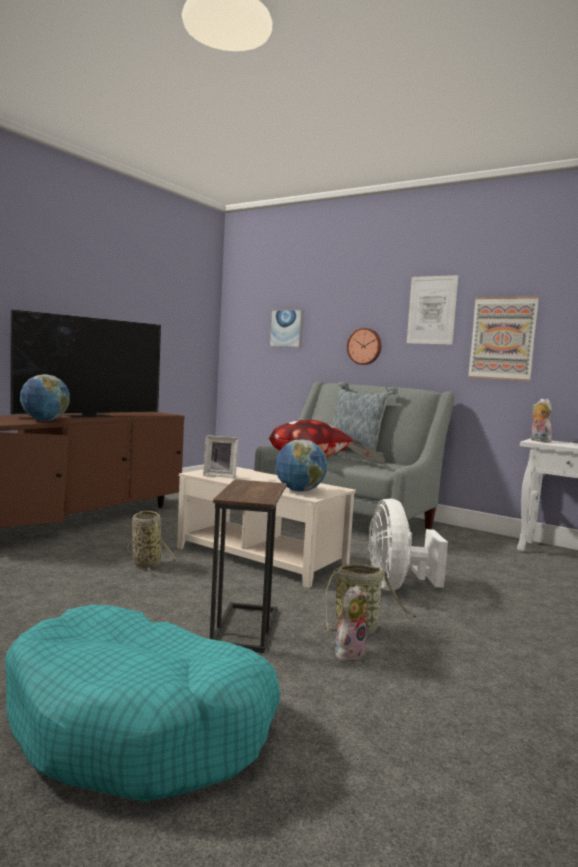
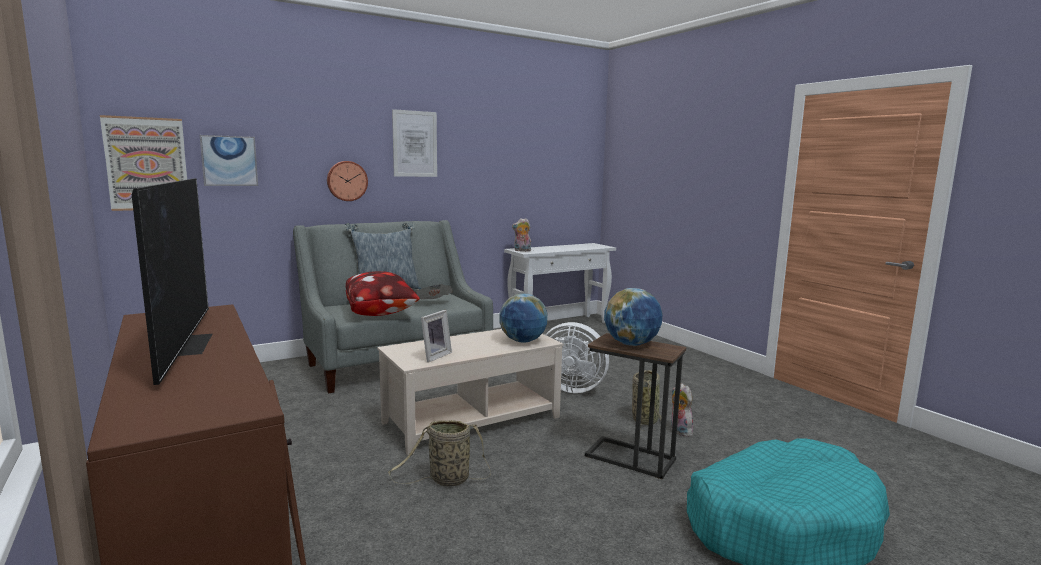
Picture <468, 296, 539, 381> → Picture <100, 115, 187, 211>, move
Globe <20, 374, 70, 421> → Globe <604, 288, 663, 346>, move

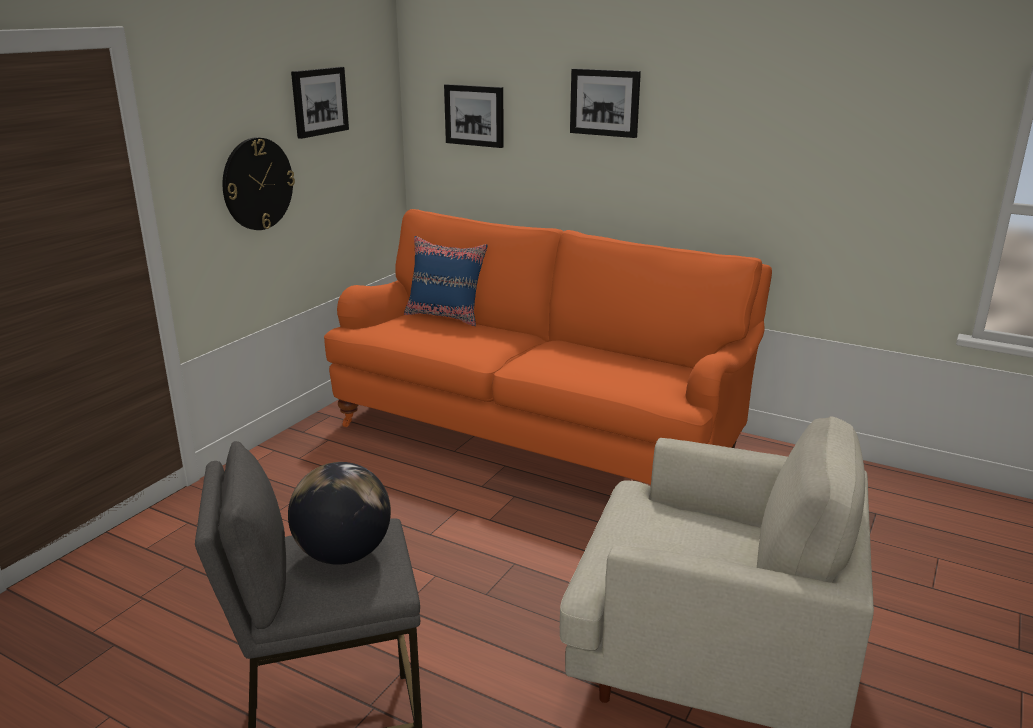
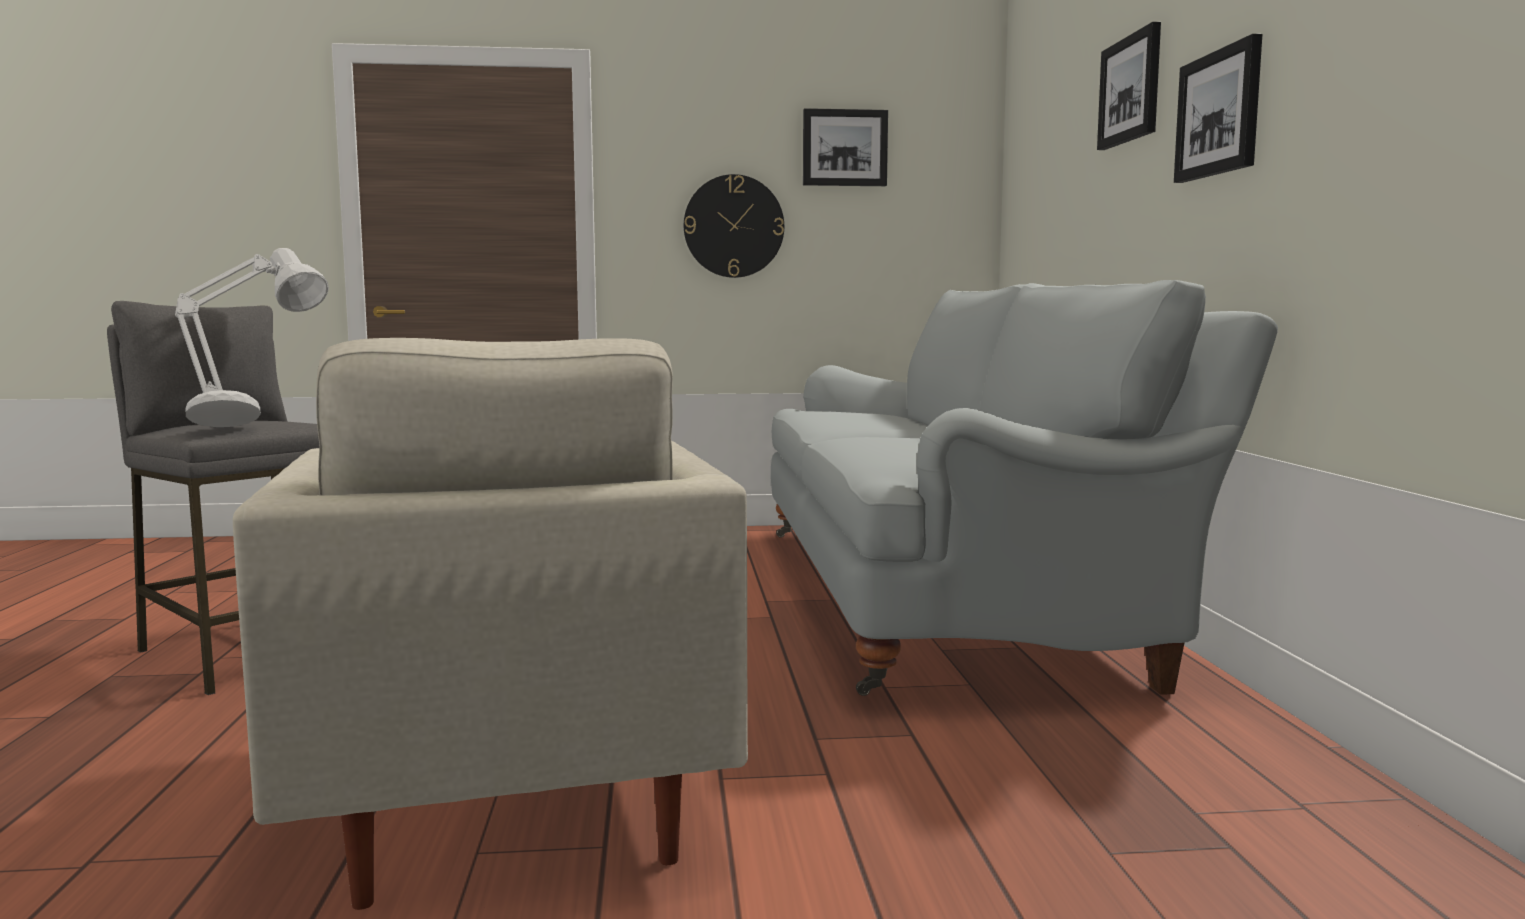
Picture <444, 84, 504, 148> → Picture <1174, 34, 1262, 183>, move
OrangeSofa <324, 209, 772, 485> → GreySofa <771, 280, 1278, 696>
BluePillow <404, 236, 488, 326> → -
Globe <288, 462, 391, 565> → GreyTableLamp <175, 248, 329, 427>

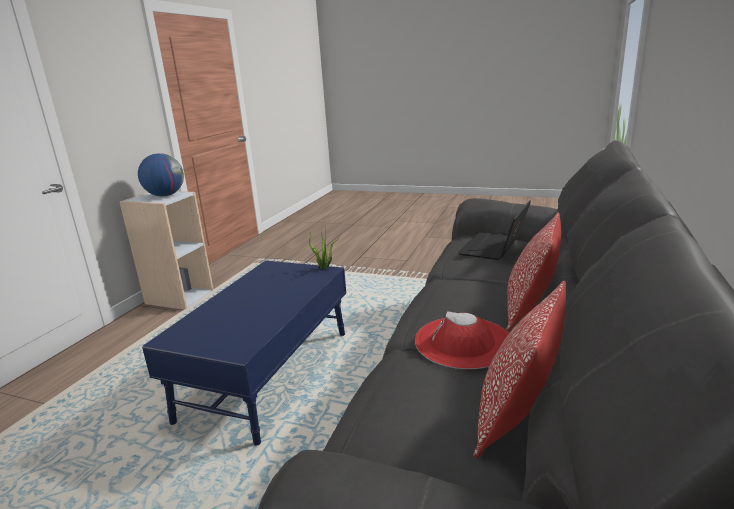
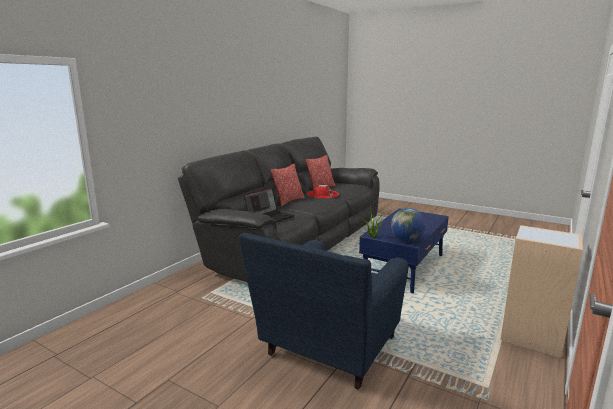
Globe <138, 153, 184, 197> → Globe <391, 208, 426, 242>, move
- → BlueArmchair <238, 233, 409, 390>

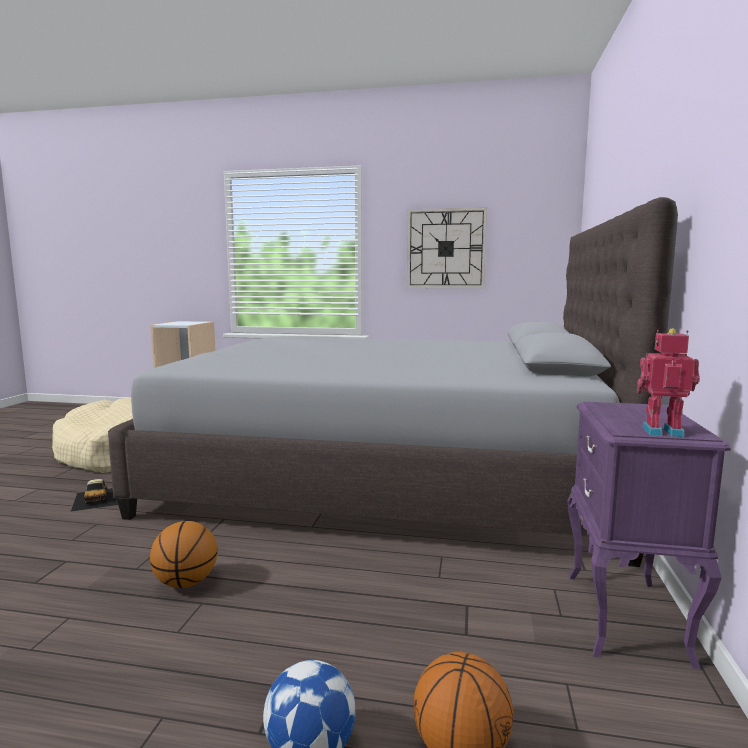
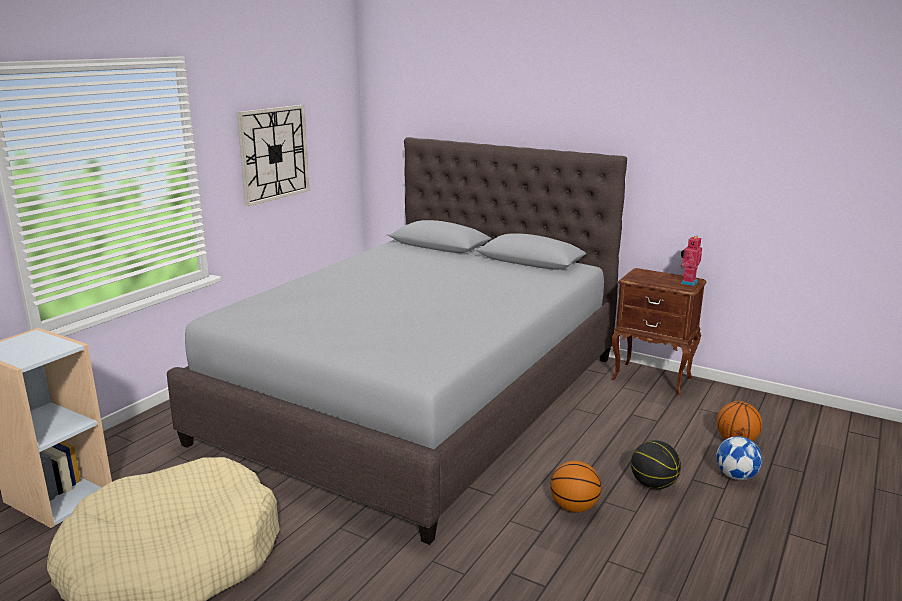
PurpleNightstand <567, 402, 731, 670> → BrownNightstand <611, 268, 707, 397>
ToyCar <71, 479, 118, 511> → -
- → Basketball <631, 440, 681, 489>

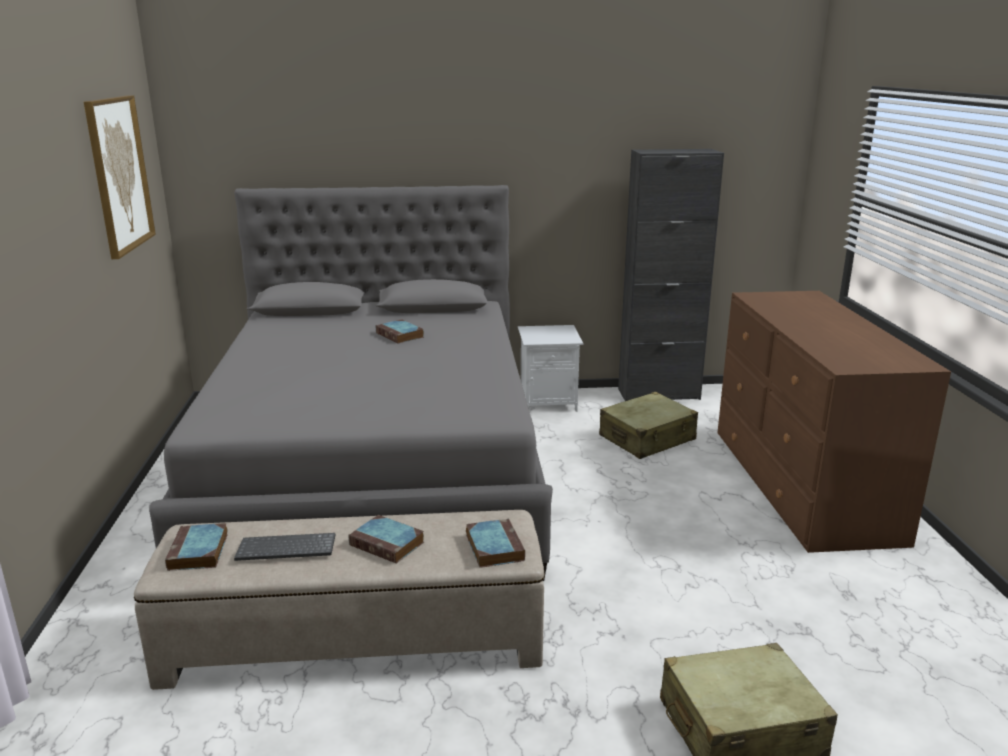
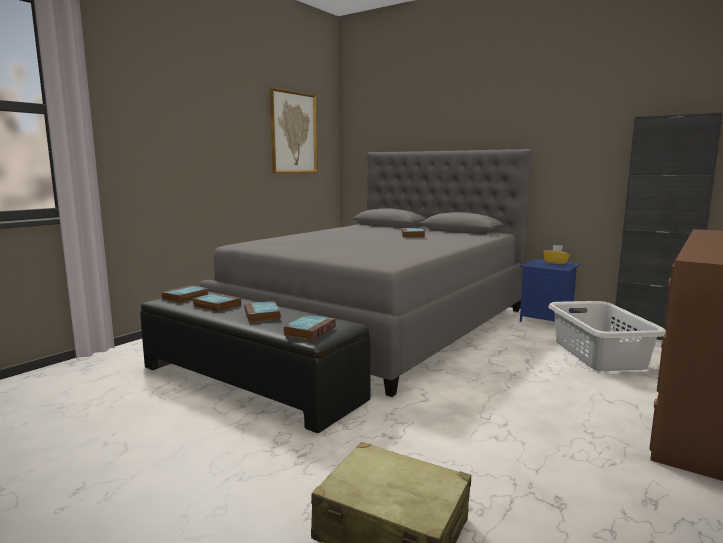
GreyNightstand <518, 325, 583, 412> → BlueNightstand <520, 259, 580, 322>
BeigeSuitcase <599, 392, 698, 459> → GreyLaundryBasket <548, 301, 666, 371>
BeigeBench <134, 510, 545, 690> → BlackBench <140, 291, 371, 433>
Keyboard <234, 533, 335, 561> → Book <193, 293, 241, 312>
- → YellowTissueBox <543, 245, 570, 264>

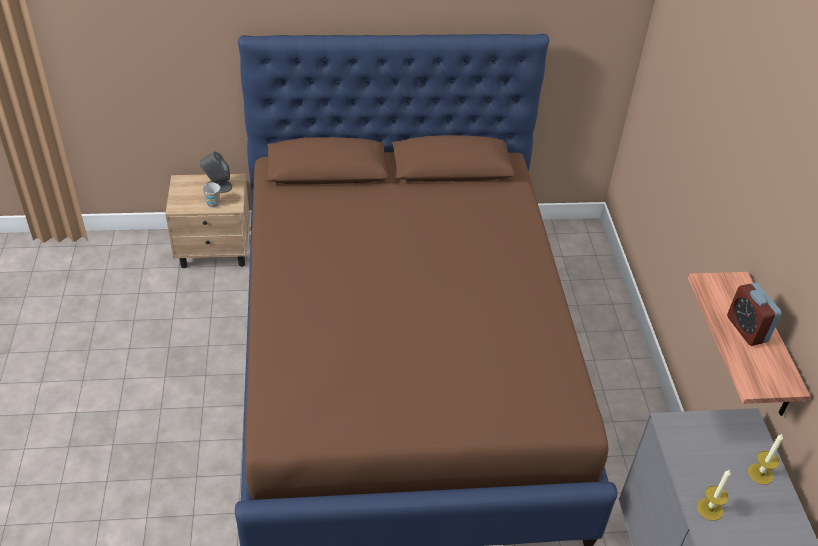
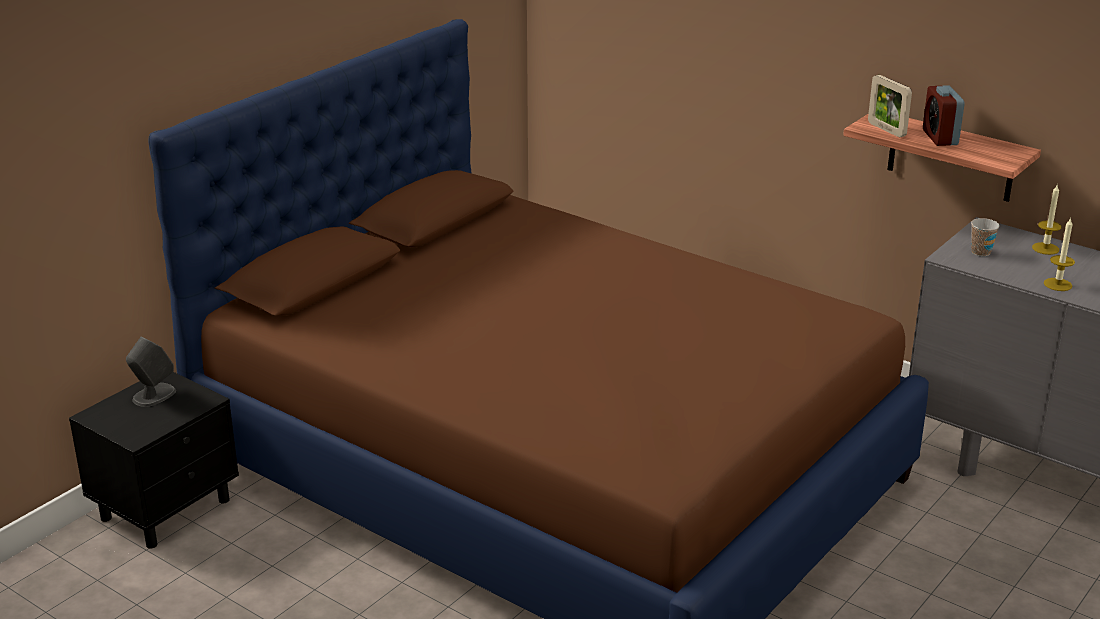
BeigeNightstand <165, 174, 250, 268> → BlackNightstand <69, 372, 239, 549>
Cup <202, 183, 220, 208> → Cup <971, 218, 1000, 257>, move
AlarmClock <727, 282, 782, 346> → AlarmClock <923, 85, 965, 146>, 60 degrees clockwise
- → PictureFrame <868, 75, 912, 137>

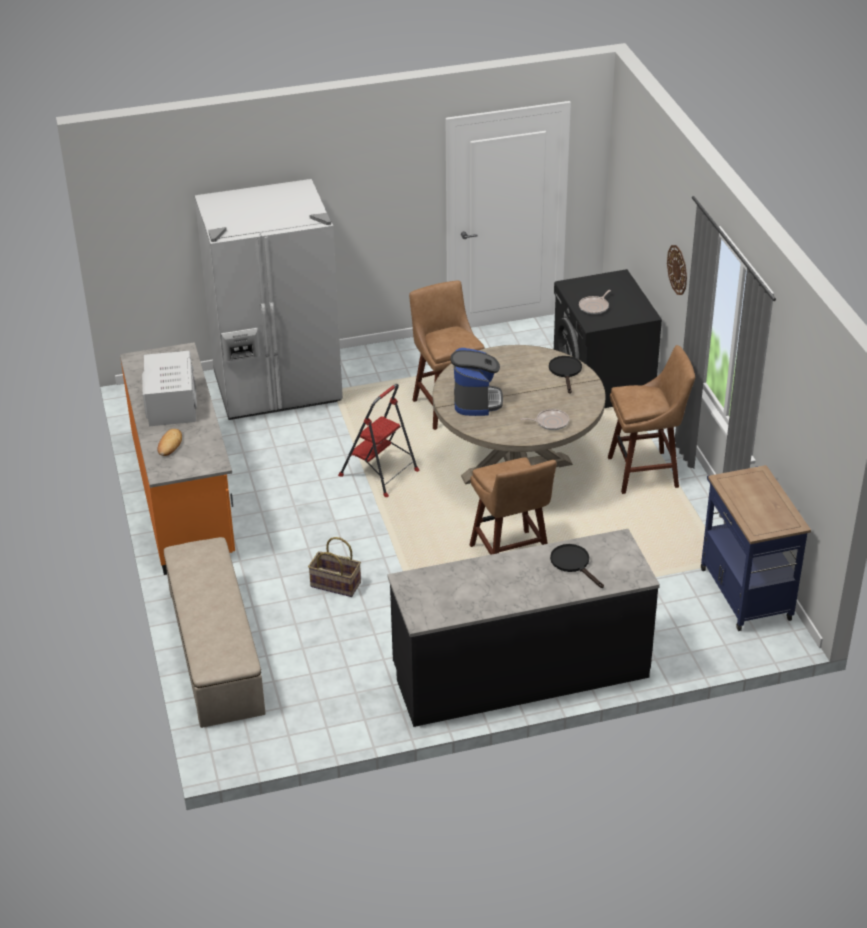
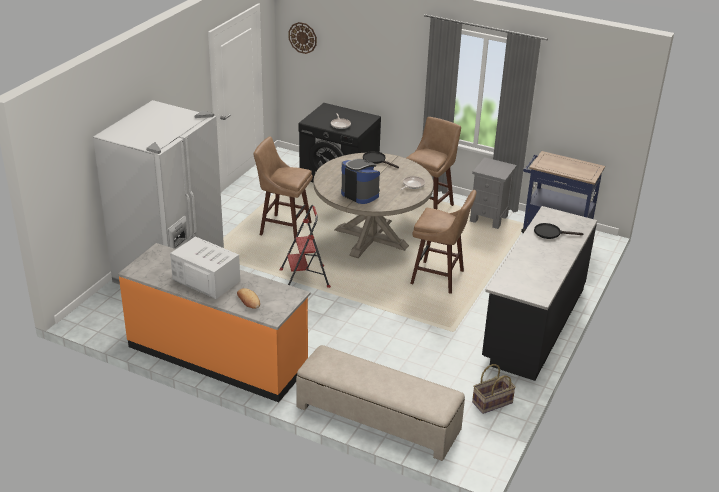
WallClock <667, 245, 687, 295> → WallClock <289, 22, 317, 54>, move
Basket <308, 537, 361, 597> → Basket <472, 364, 516, 414>, move
- → GreyNightstand <470, 157, 517, 229>

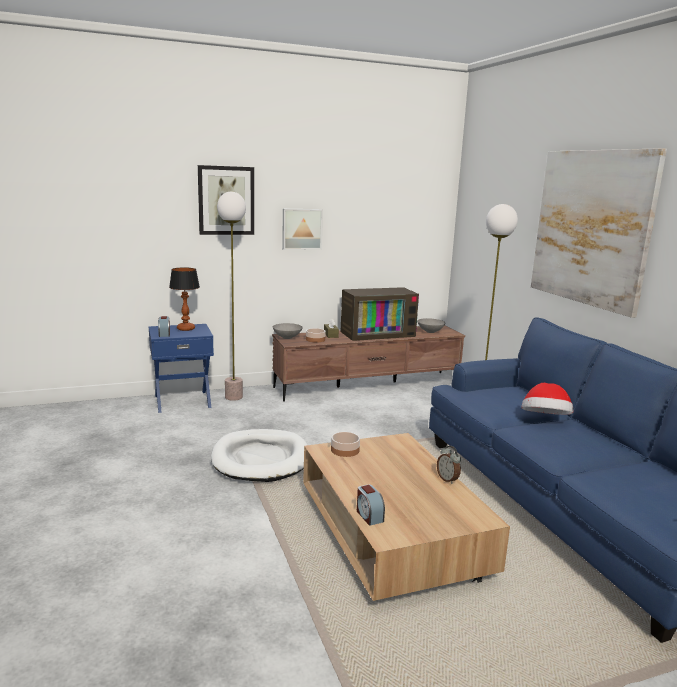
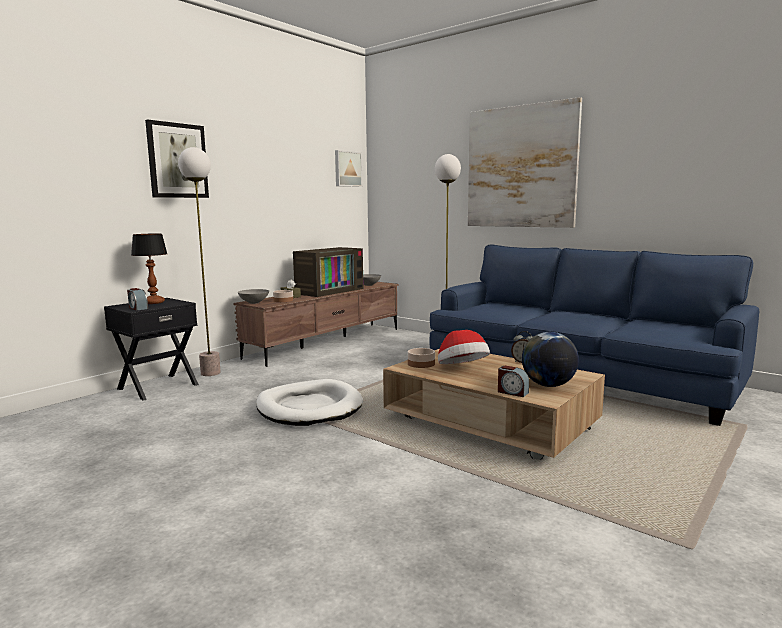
Picture <282, 209, 323, 250> → Picture <335, 150, 362, 187>, move
BlueNightstand <148, 324, 214, 413> → BlackNightstand <104, 298, 199, 401>
Hat <521, 383, 573, 415> → Hat <438, 330, 490, 364>, move
- → Globe <522, 332, 579, 387>

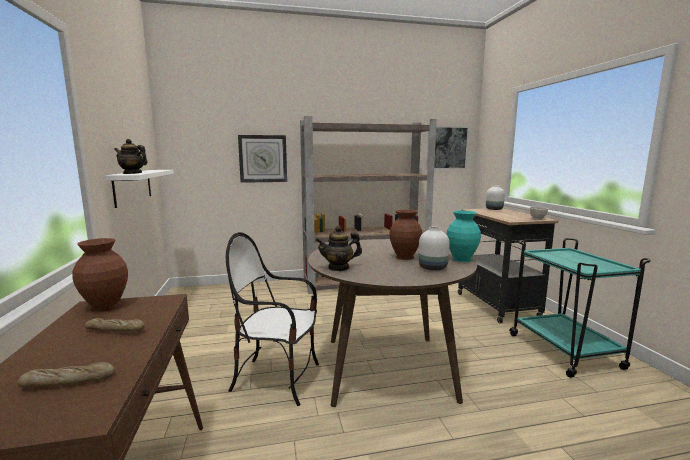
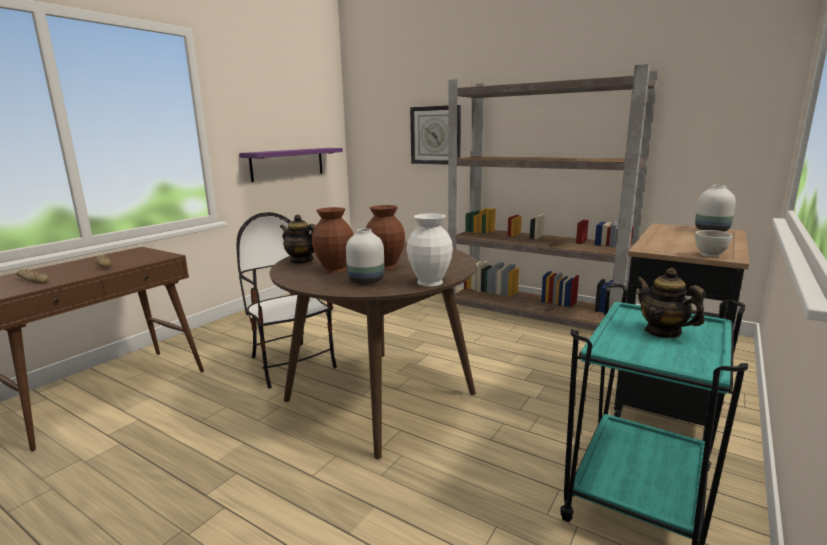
Picture <427, 126, 469, 169> → -
Teapot <114, 139, 147, 174> → Teapot <636, 268, 705, 338>, move
WhiteShelf <106, 170, 174, 208> → PurpleShelf <239, 148, 343, 182>
TurquoiseVase <446, 211, 481, 262> → WhiteVase <407, 214, 453, 286>
BrownVase <72, 238, 128, 312> → BrownVase <312, 207, 353, 273>, move

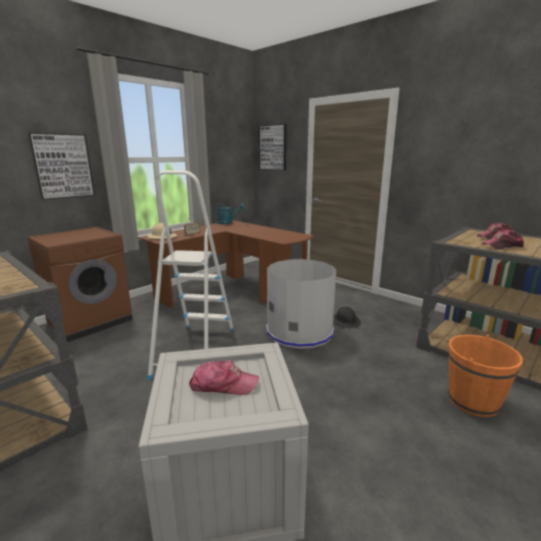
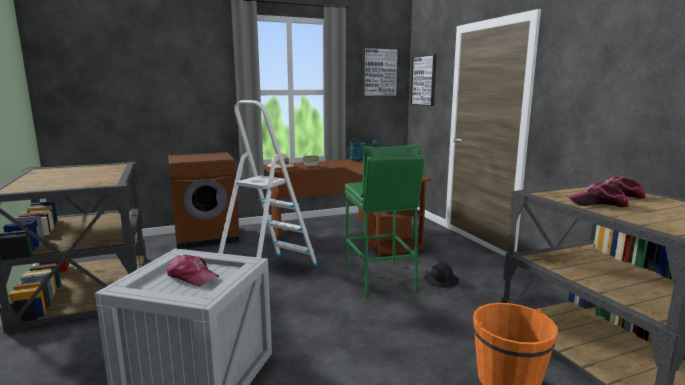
Picture <28, 133, 95, 200> → Picture <362, 47, 399, 96>, move
GreyTrashCan <266, 259, 336, 349> → GreenStool <345, 144, 425, 298>

